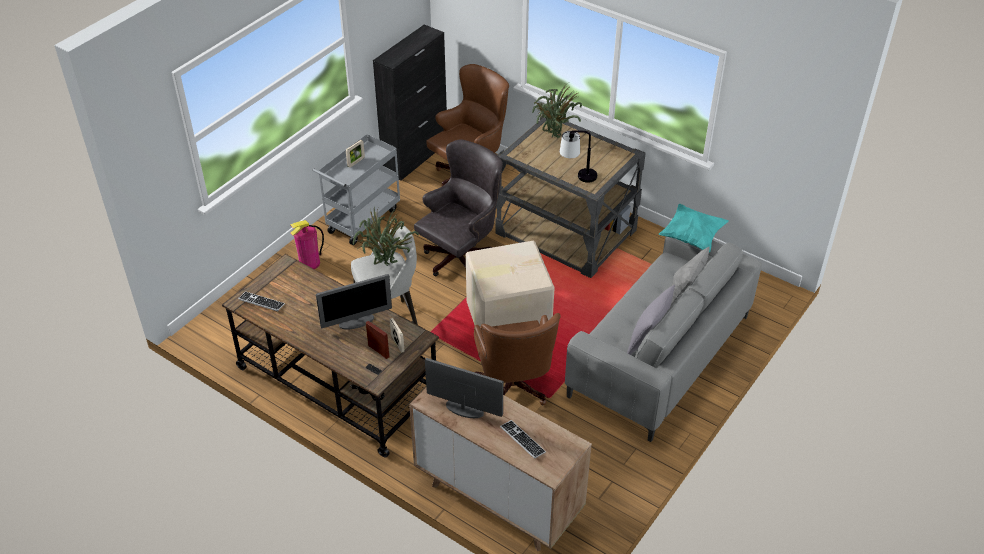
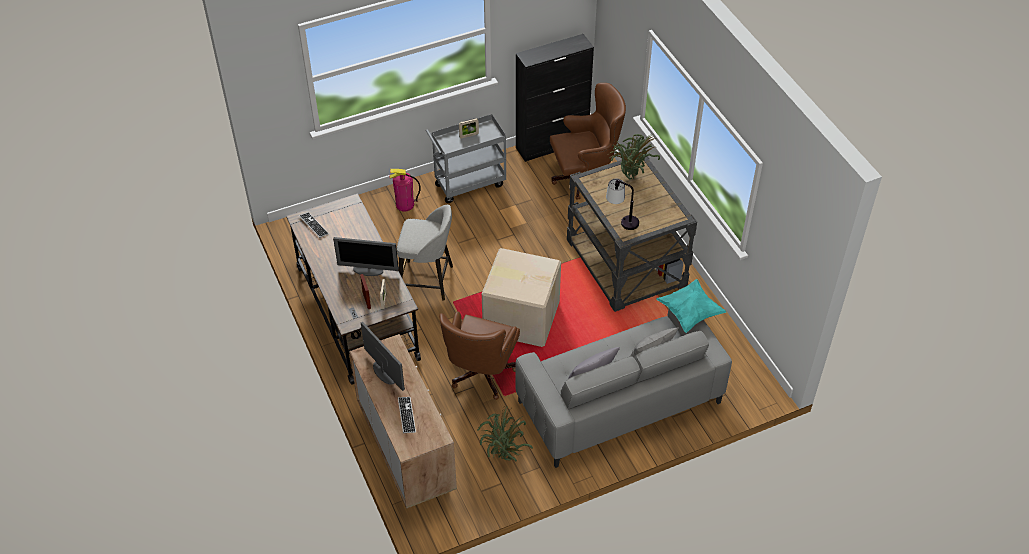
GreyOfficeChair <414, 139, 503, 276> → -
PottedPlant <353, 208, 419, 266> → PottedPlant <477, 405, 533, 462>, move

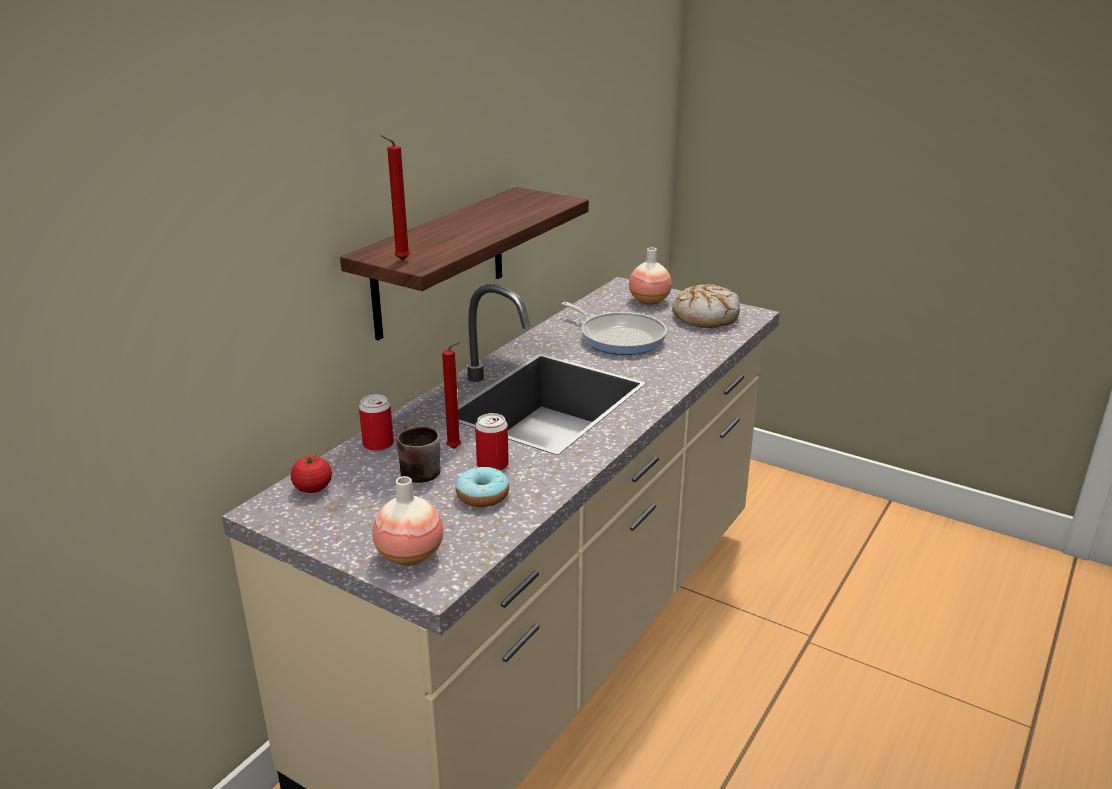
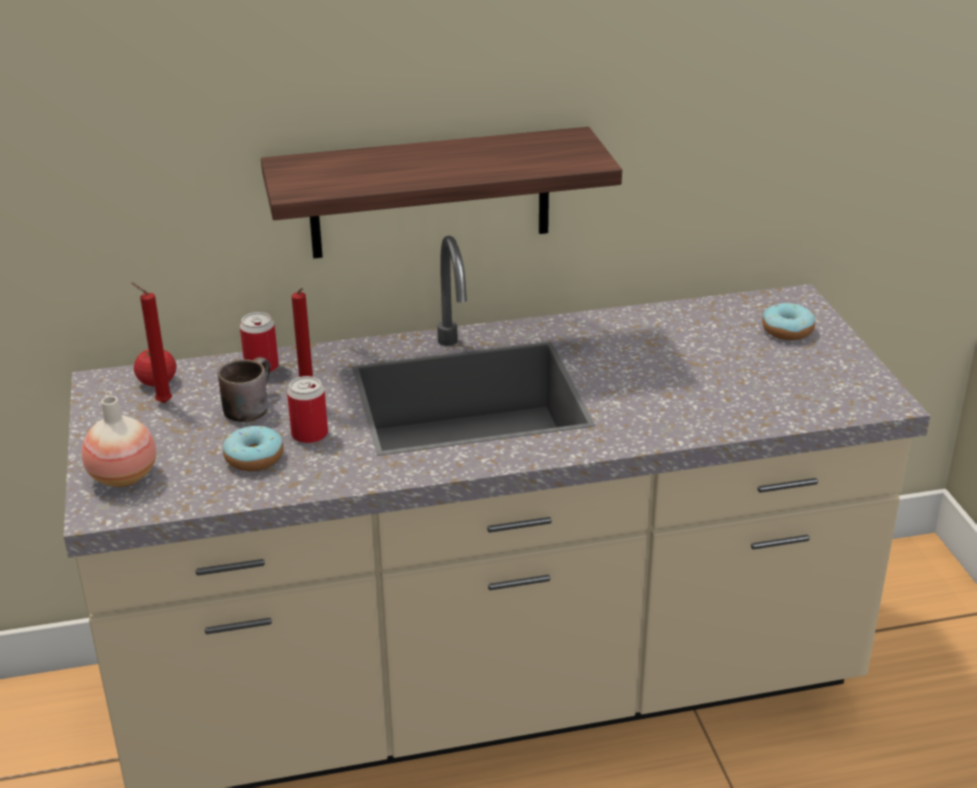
RedCandle <381, 135, 410, 260> → RedCandle <131, 282, 172, 403>, move
Vase <629, 247, 672, 305> → Donut <762, 303, 815, 340>
Bread <672, 284, 740, 328> → -
FryingPan <562, 302, 667, 355> → -

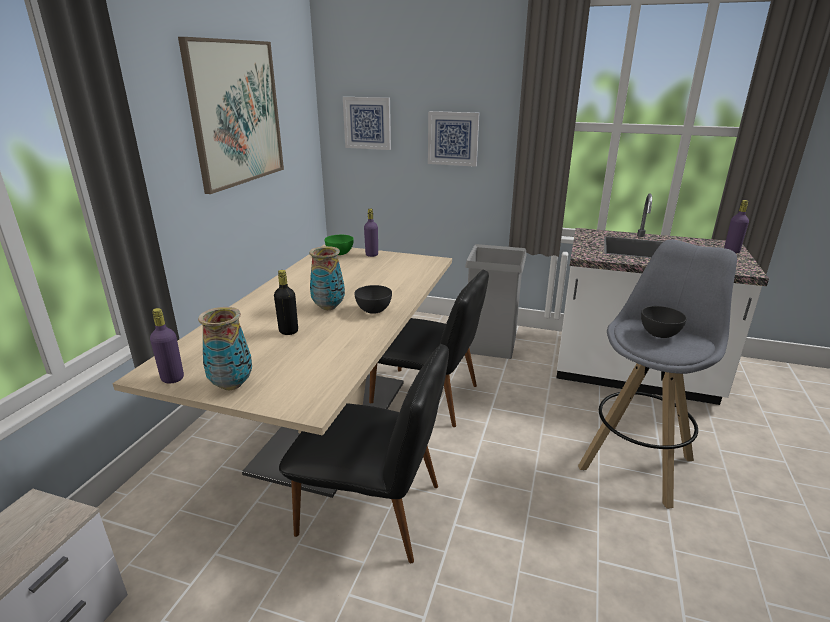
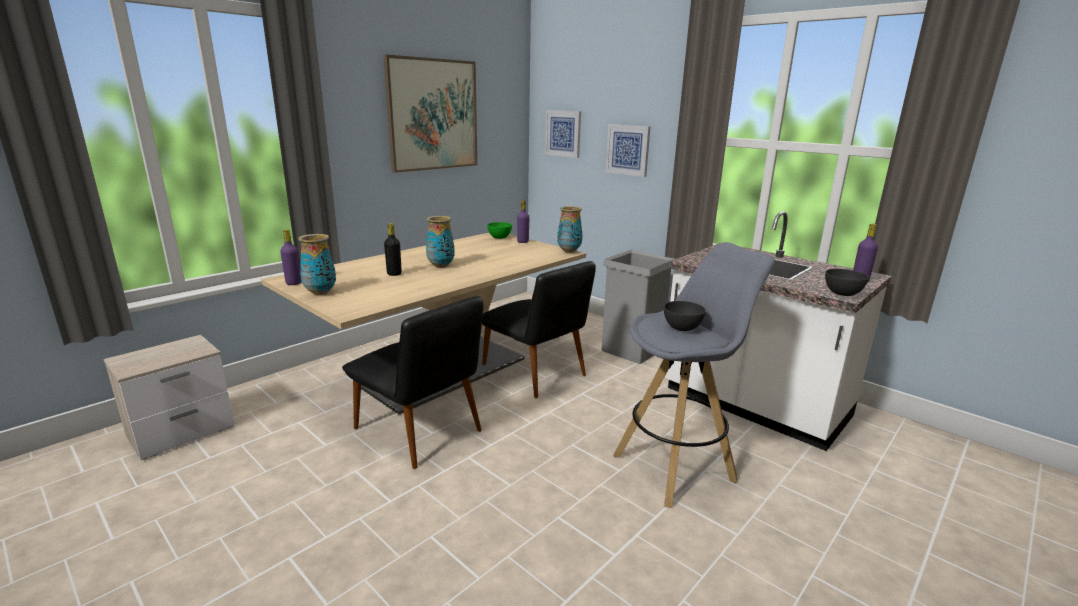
GreyBowl <354, 285, 392, 314> → GreyBowl <825, 269, 869, 296>, move
- → Vase <557, 206, 583, 253>

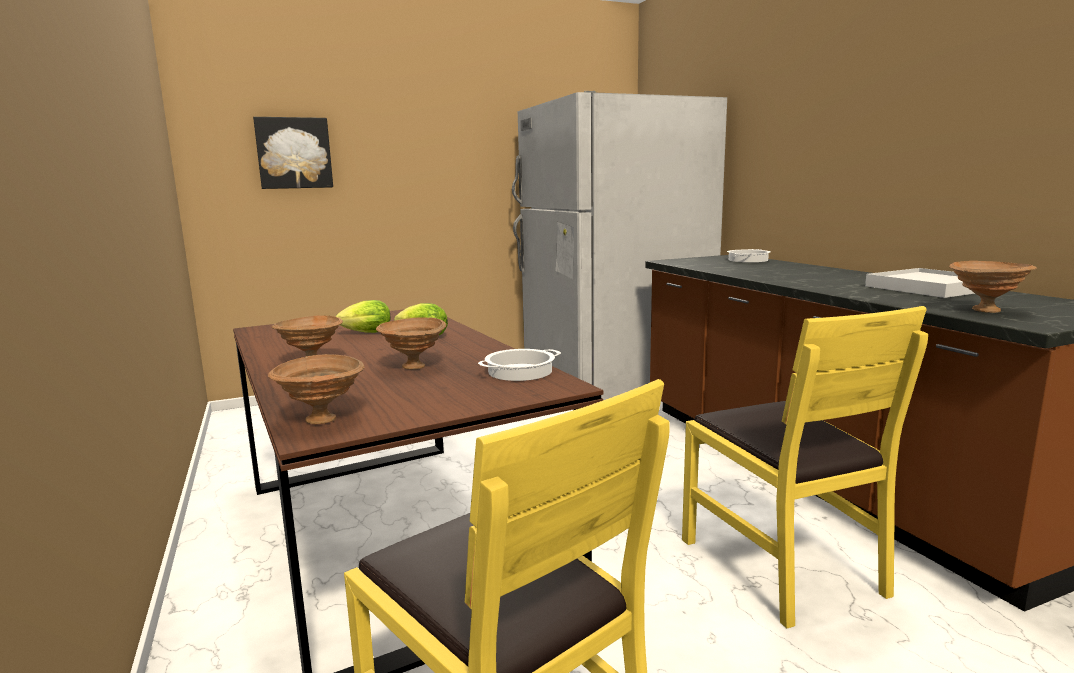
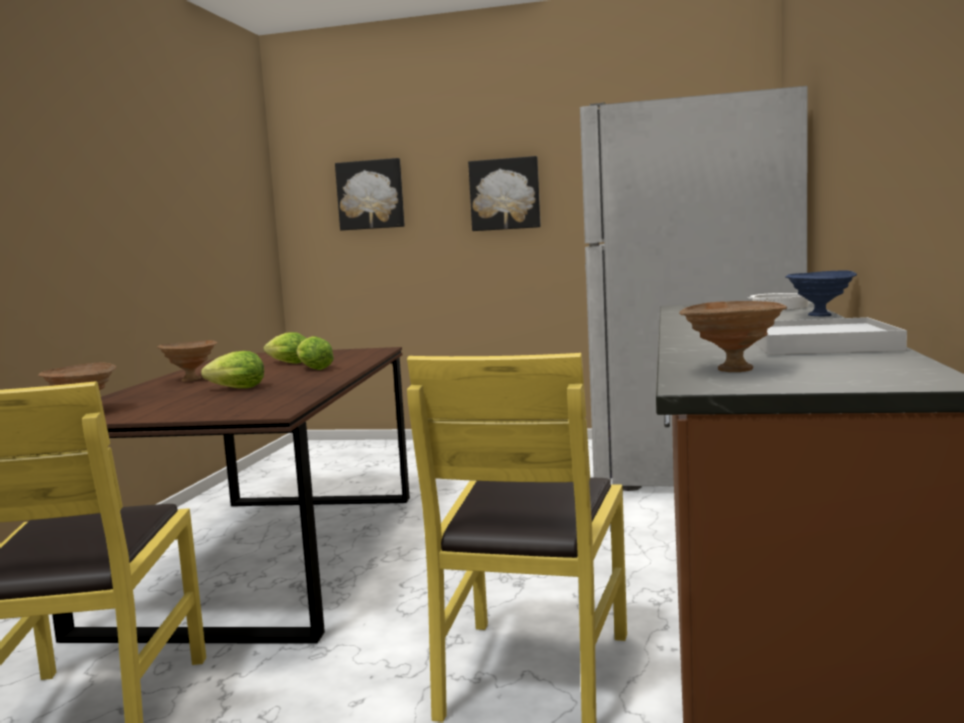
BrownBowl <376, 317, 446, 370> → Lettuce <201, 351, 264, 388>
CookingPot <478, 349, 561, 381> → -
- → Picture <468, 156, 541, 231>
- → BlueBowl <785, 270, 857, 316>

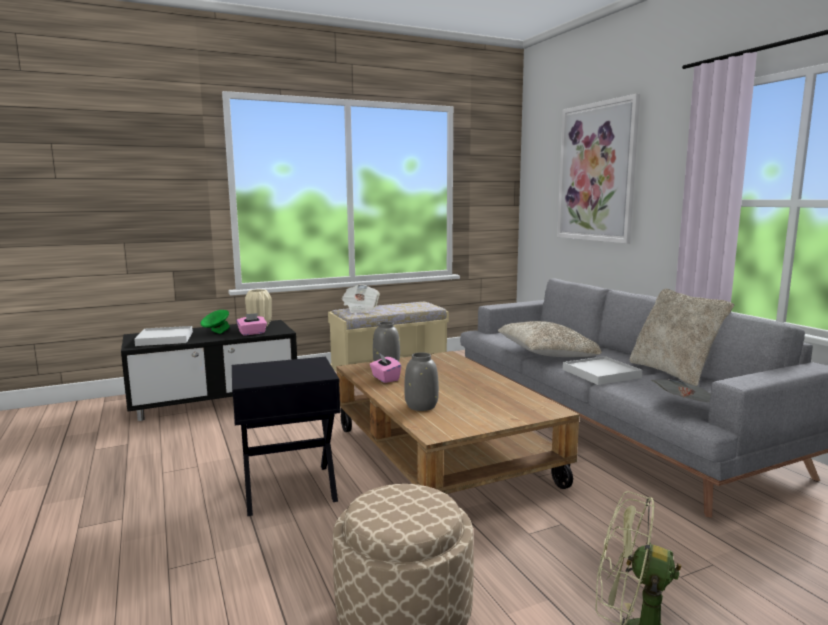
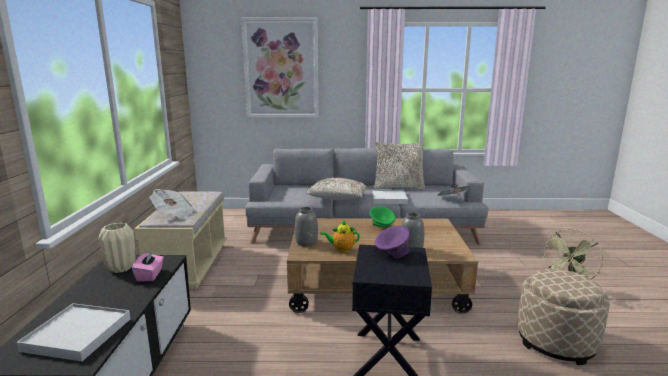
GreenBowl <201, 310, 230, 334> → GreenBowl <370, 206, 395, 228>, move
PinkTissueBox <370, 353, 401, 383> → Teapot <320, 220, 360, 252>
- → PurpleBowl <375, 226, 410, 259>

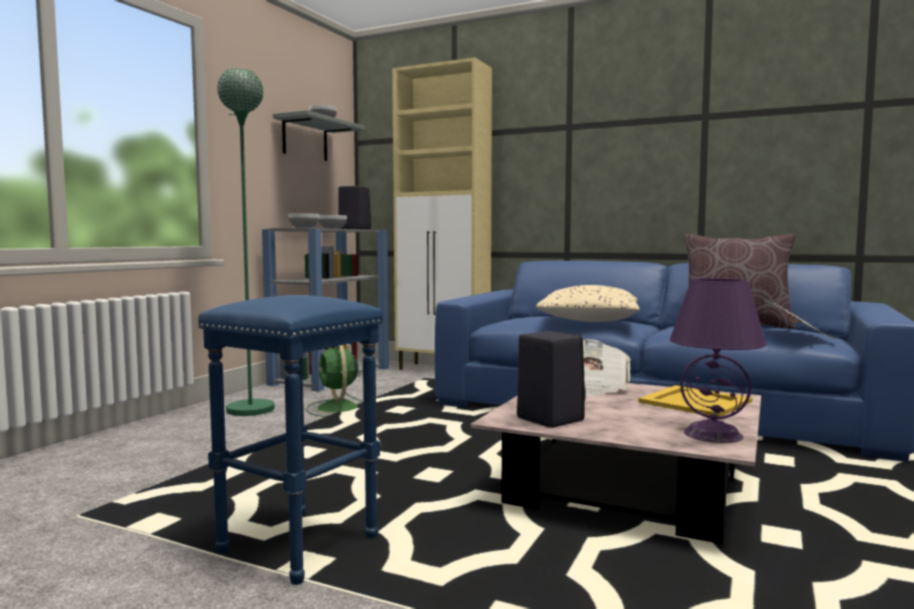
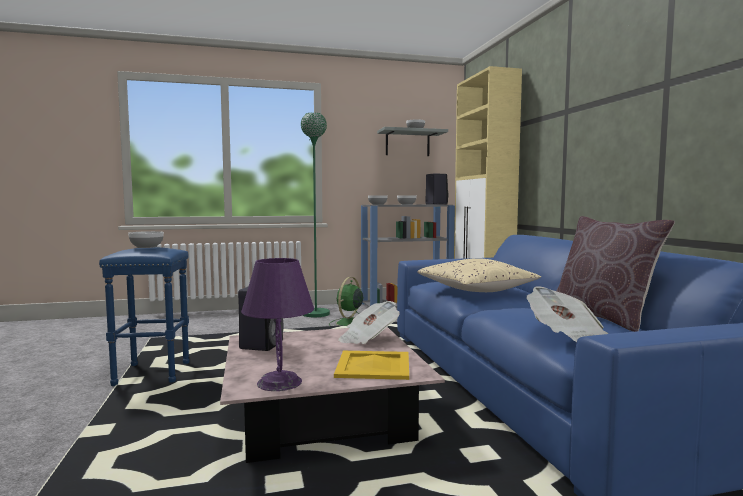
- → Bowl <128, 231, 164, 248>

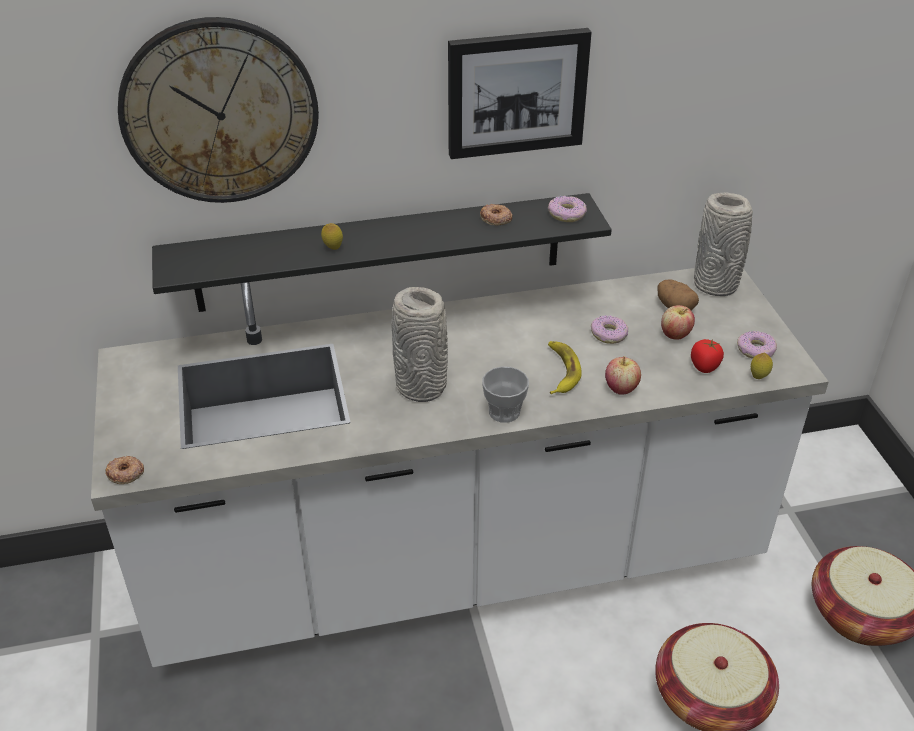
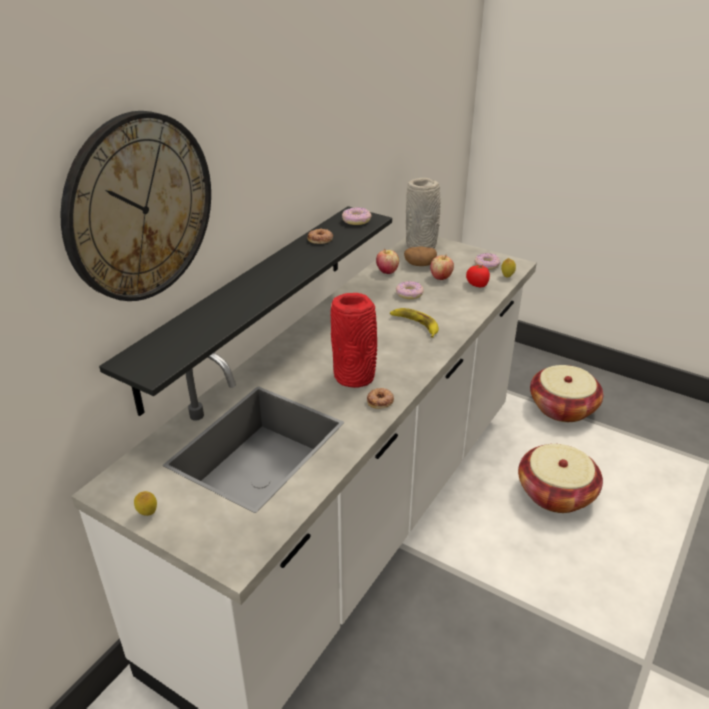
Picture <448, 28, 592, 159> → -
Lemon <321, 223, 343, 250> → Lemon <134, 491, 157, 516>, move
GreyVase <392, 287, 448, 402> → RedVase <331, 293, 377, 388>
Apple <605, 356, 641, 395> → Apple <376, 249, 399, 274>, move
Cup <482, 367, 529, 423> → -
Donut <105, 456, 144, 484> → Donut <367, 388, 394, 409>, move

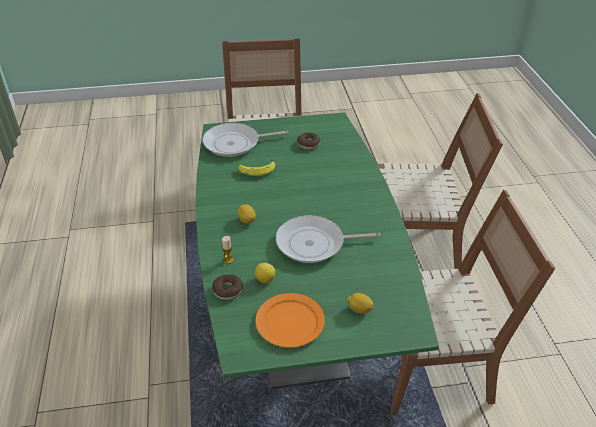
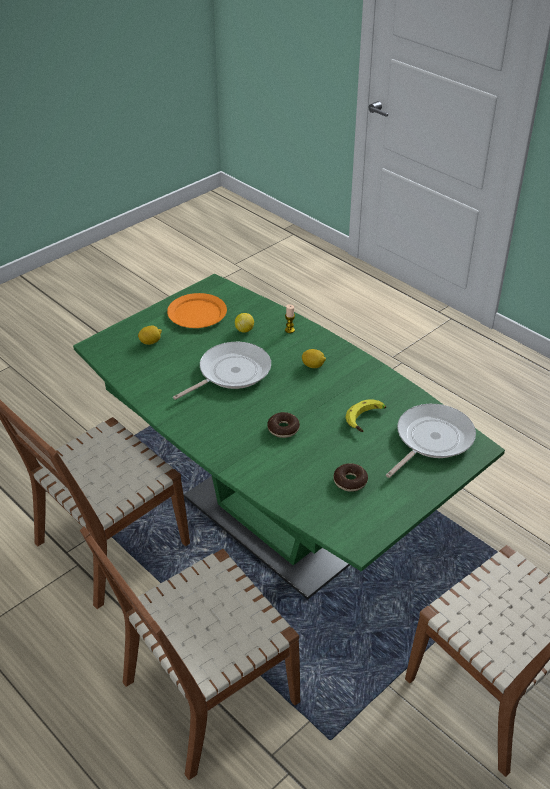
Donut <212, 274, 243, 300> → Donut <267, 412, 300, 438>, move

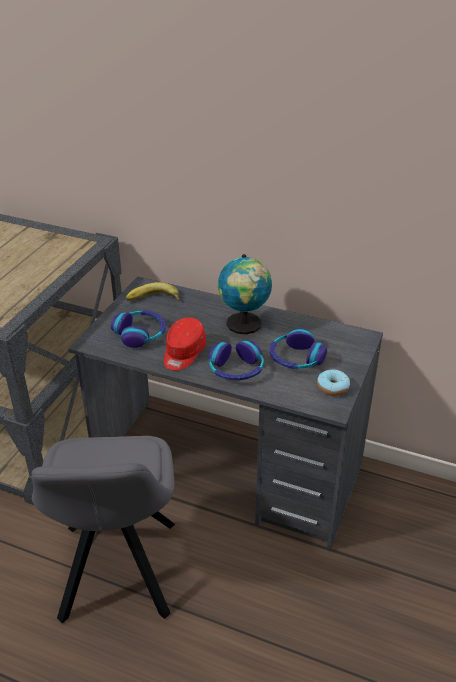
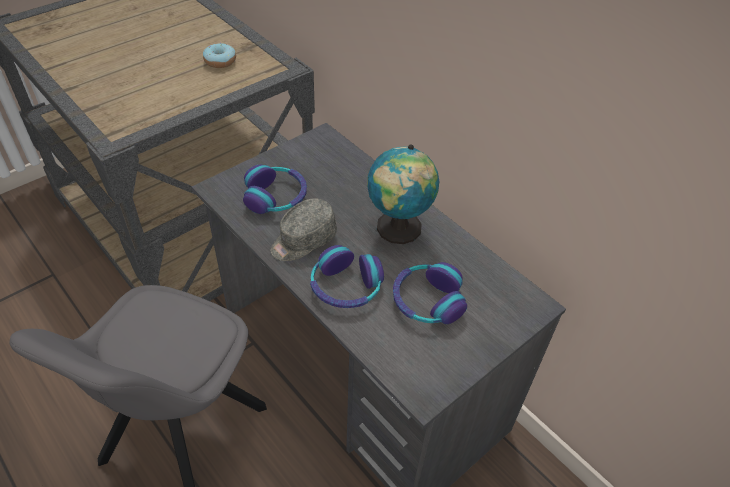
Banana <126, 282, 179, 301> → -
RedCap <164, 317, 206, 371> → GreyCap <271, 198, 337, 261>
Donut <317, 370, 350, 396> → Donut <203, 43, 236, 68>, move

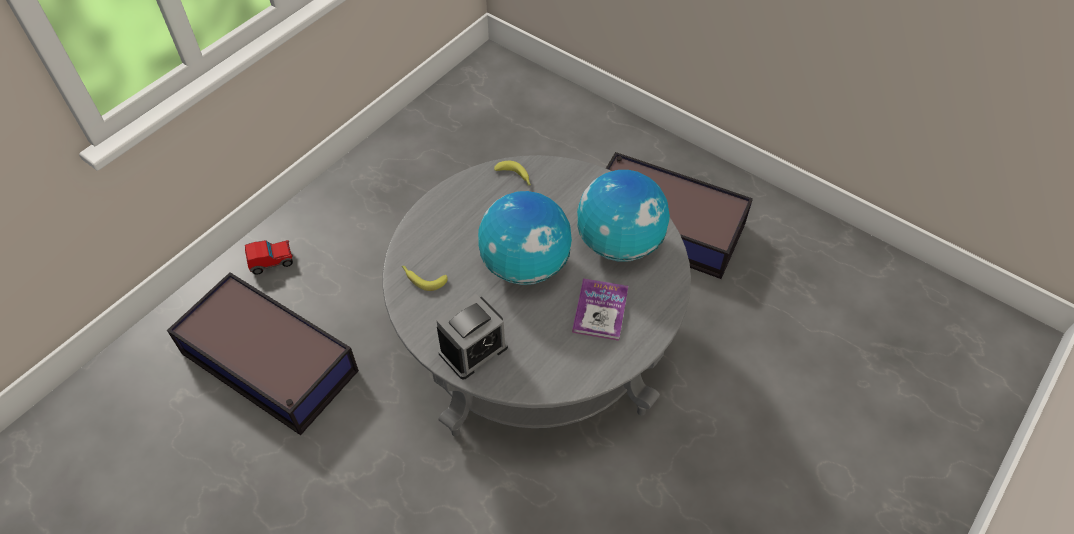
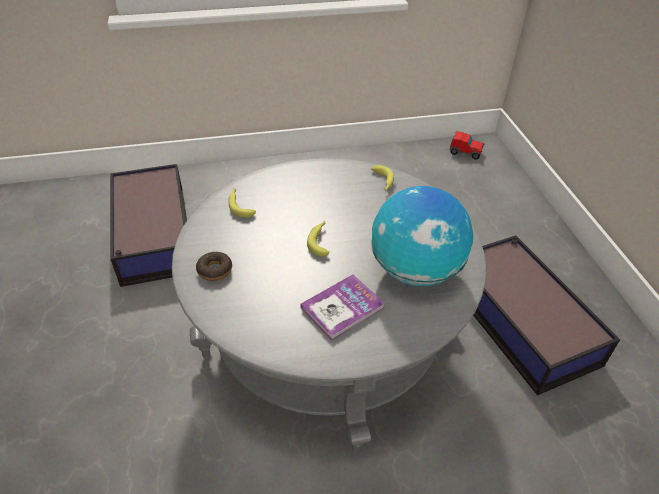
Globe <478, 191, 572, 285> → Banana <307, 221, 330, 257>
ToyCar <245, 240, 293, 275> → ToyCar <450, 131, 485, 159>, move
AlarmClock <437, 294, 508, 380> → Donut <196, 252, 232, 281>

